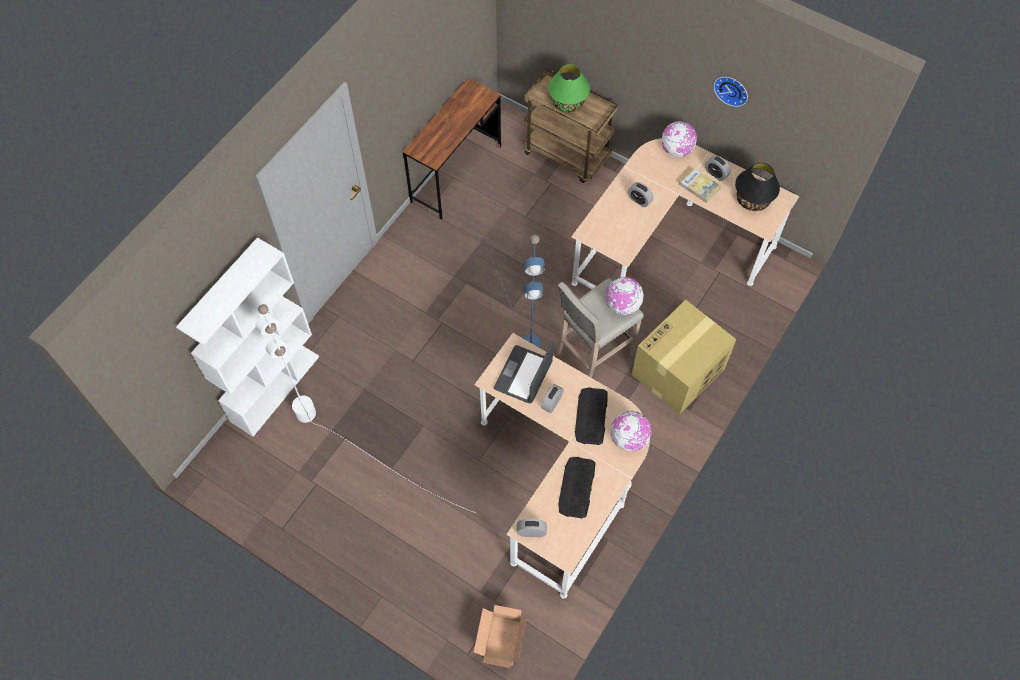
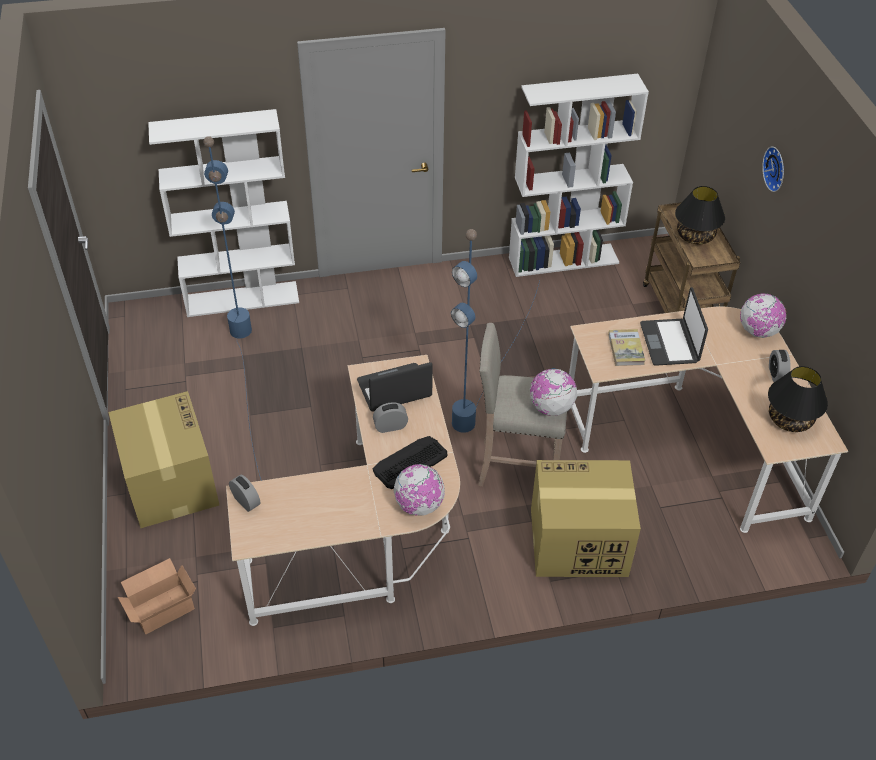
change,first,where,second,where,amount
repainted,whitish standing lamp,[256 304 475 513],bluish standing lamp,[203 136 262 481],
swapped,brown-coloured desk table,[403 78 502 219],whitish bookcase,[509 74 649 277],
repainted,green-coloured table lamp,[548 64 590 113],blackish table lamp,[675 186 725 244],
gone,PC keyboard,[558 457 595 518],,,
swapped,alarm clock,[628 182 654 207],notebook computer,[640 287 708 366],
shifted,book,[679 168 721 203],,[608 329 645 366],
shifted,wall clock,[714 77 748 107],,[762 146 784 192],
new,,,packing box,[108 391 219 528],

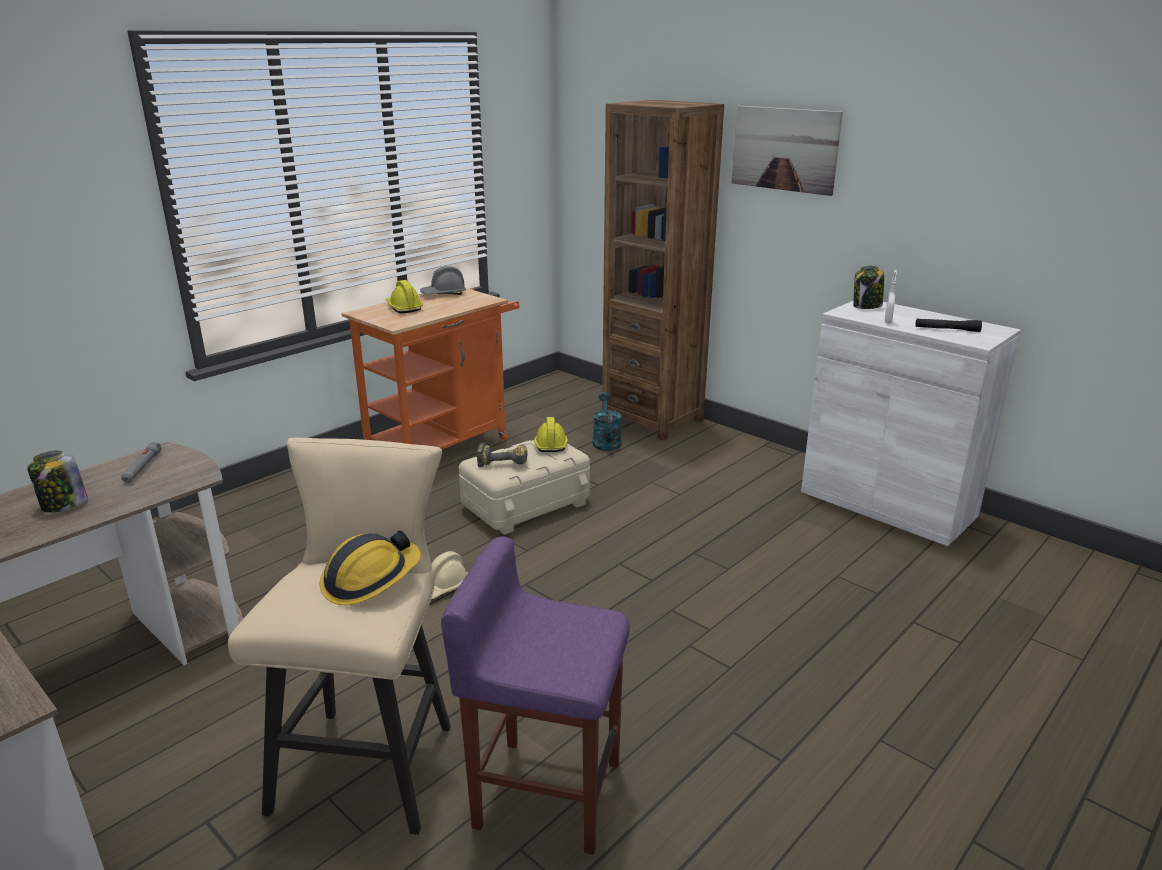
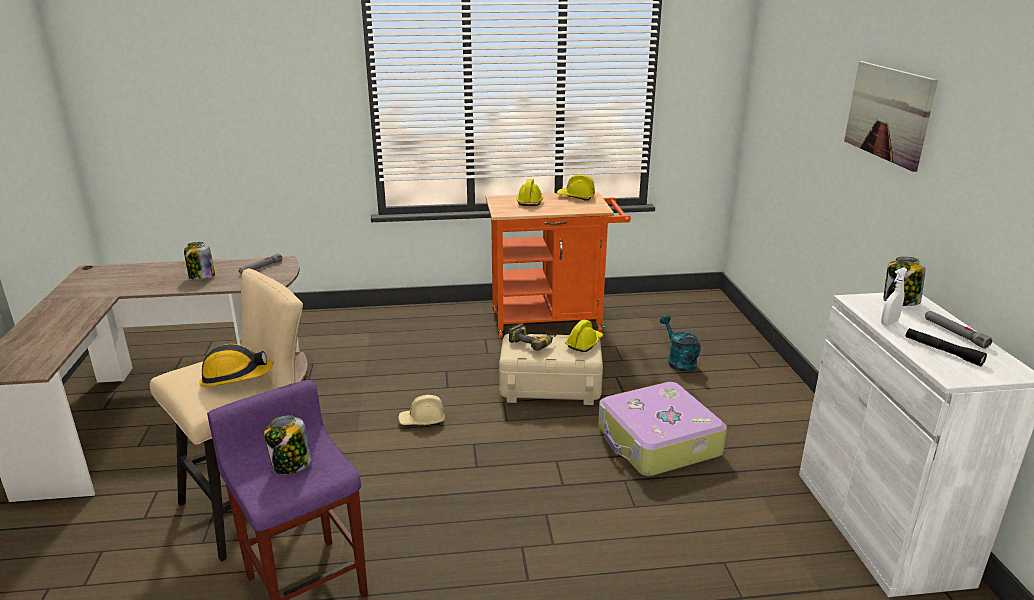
change,first,where,second,where,amount
repainted,gray safety helmet,[420 266 466 295],yellowish safety helmet,[557 174 595 201],
rotated,blue-green watering can,[593 392 622 451],,[660 315 701 372],60 degrees counterclockwise
gone,brown-coloured bookcase,[602 100 724 441],,,
new,,,storage jar,[264 415 313 475],
new,,,suitcase,[598 382 727 476],
new,,,gray hand torch,[925 311 992 349],

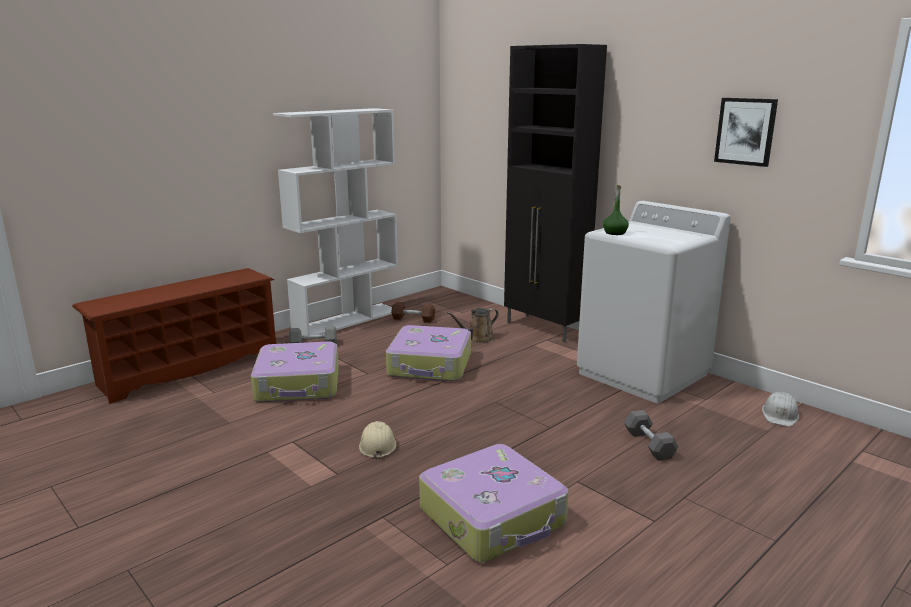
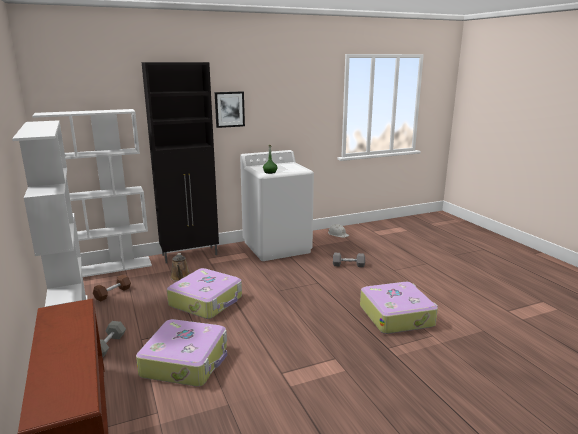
change,first,where,second,where,amount
gone,beige-coloured safety helmet,[359 421 396 459],,,
shifted,wall picture,[714 98 778 167],,[215 91 245 128],
new,,,whitish bookcase,[33 109 152 277],

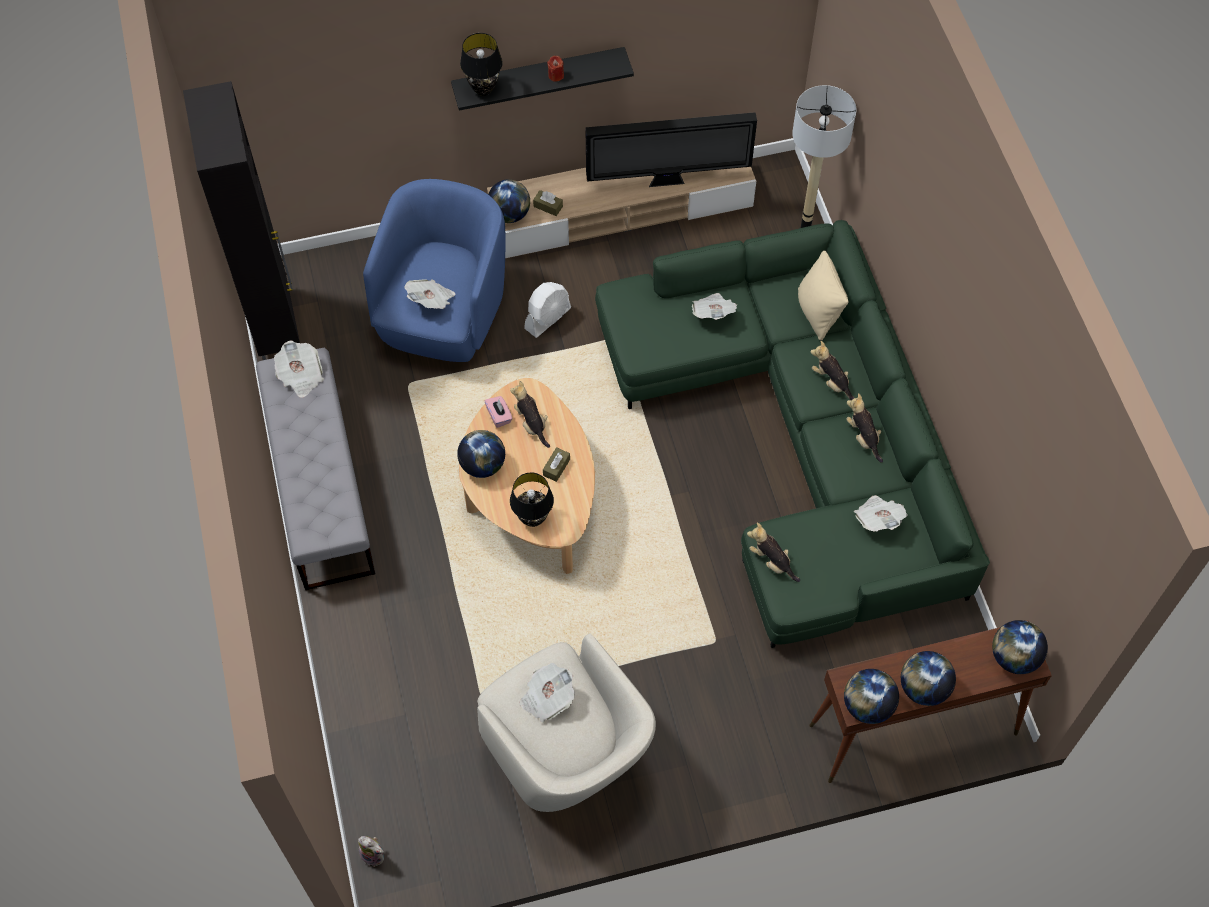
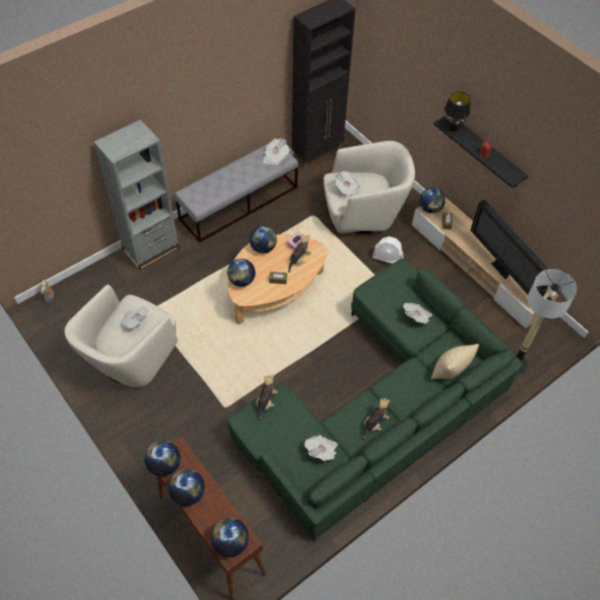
change,first,where,second,where,amount
repainted,bluish easy chair,[363 179 505 362],beige-coloured easy chair,[324 141 415 234],
swapped,blackish table lamp,[510 472 554 527],globe,[227 259 255 287],
gone,soft toy,[810 341 855 400],,,
new,,,gray bookcase,[94 119 179 271],

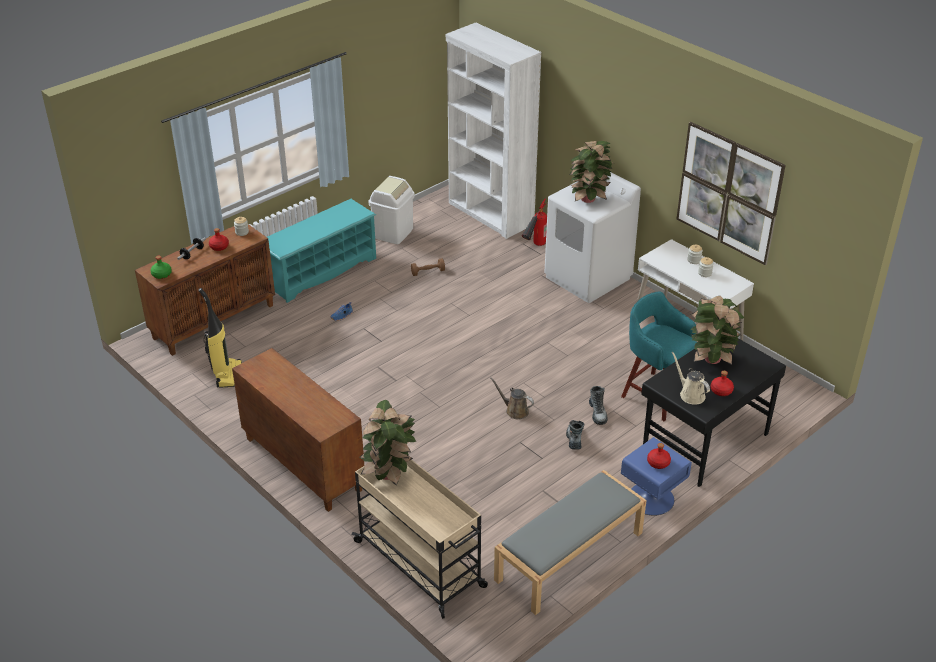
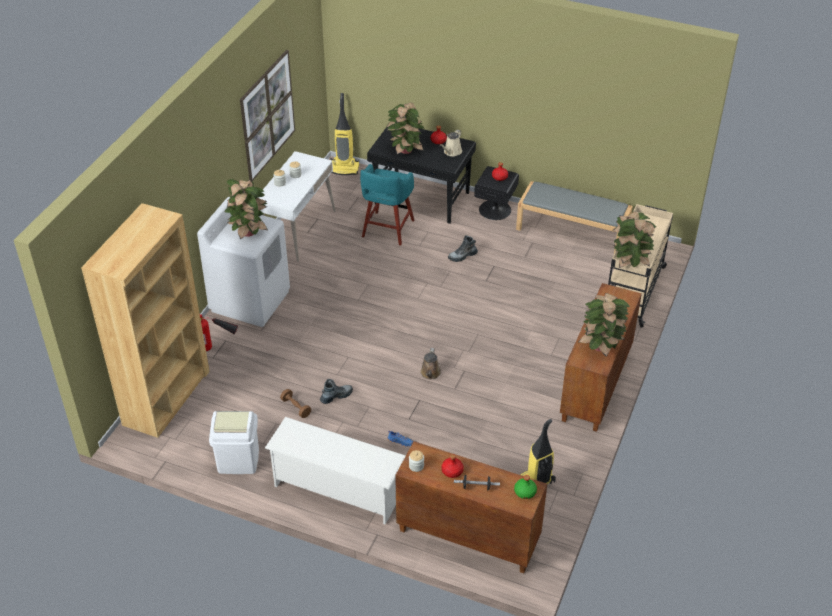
change,first,where,second,where,amount
repainted,blue-green shoe stand,[267 199 376 303],whitish shoe stand,[265 417 406 525],
repainted,whitish bookcase,[446 23 541 239],brown-coloured bookcase,[81 203 210 438],
shifted,brown-coloured watering can,[490 377 534 419],,[421 348 441 379],
shifted,boot,[589 386 608 425],,[320 379 353 404],
repainted,bluish night table,[621 437 692 516],blackish night table,[474 166 519 220],
new,,,hoover,[330 93 359 175],
new,,,potted plant,[578 293 630 357],

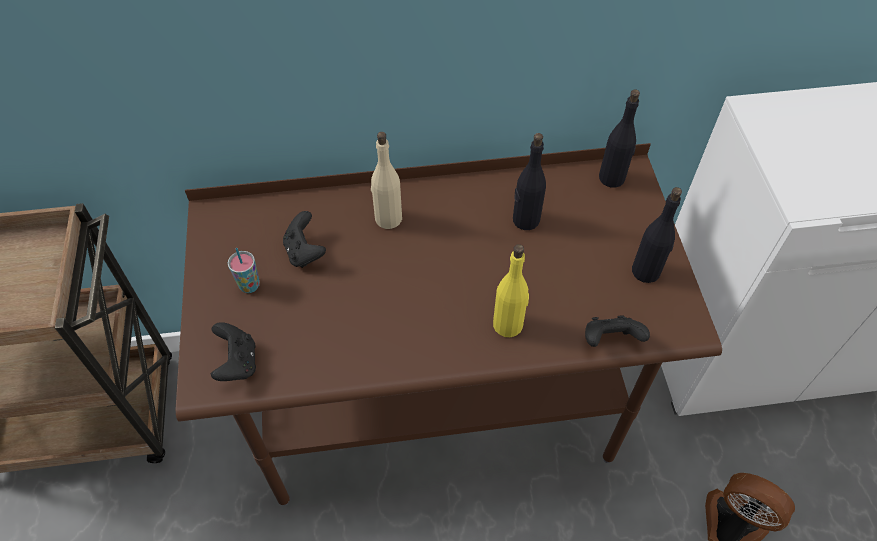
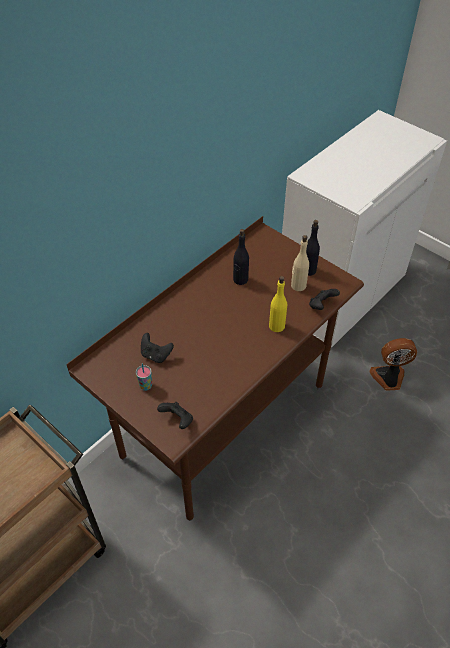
change,first,where,second,where,amount
shifted,beige-coloured drink bottle,[371 132 402 229],,[291 235 309 291],
gone,blackish drink bottle,[599 89 640 188],,,

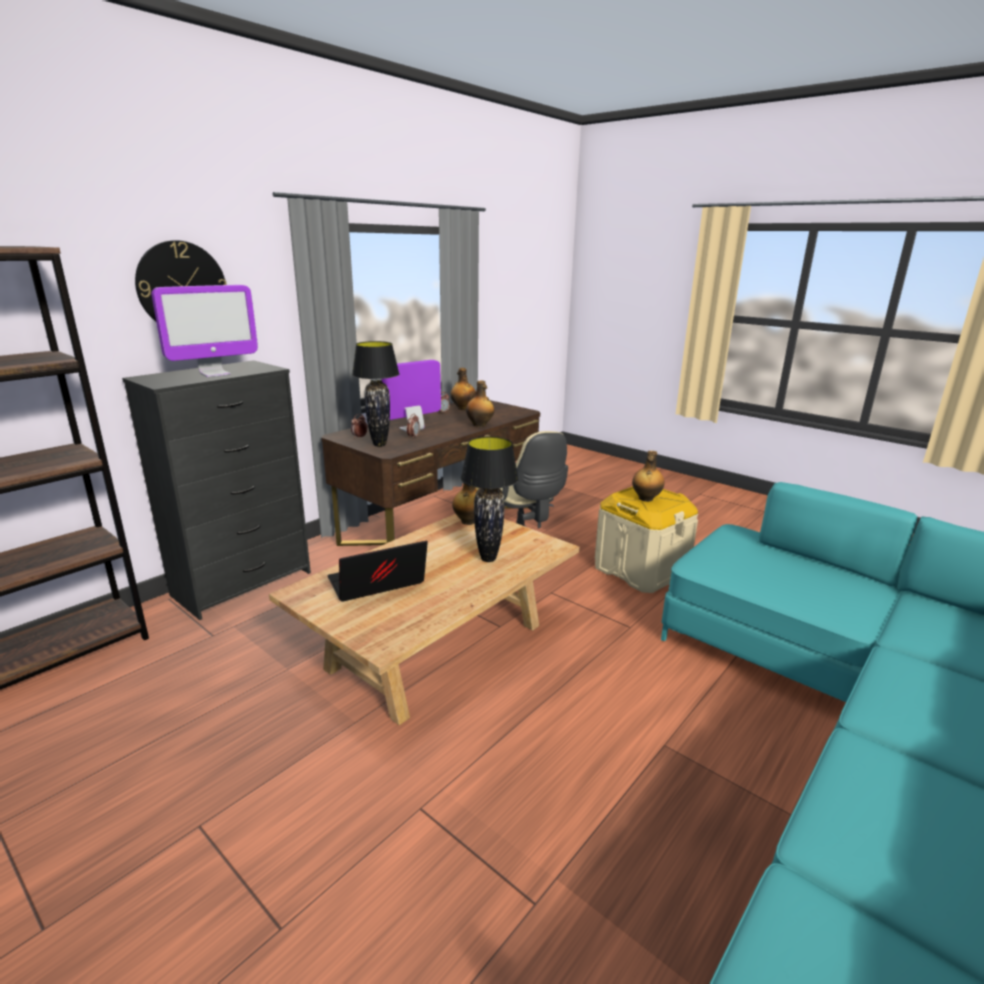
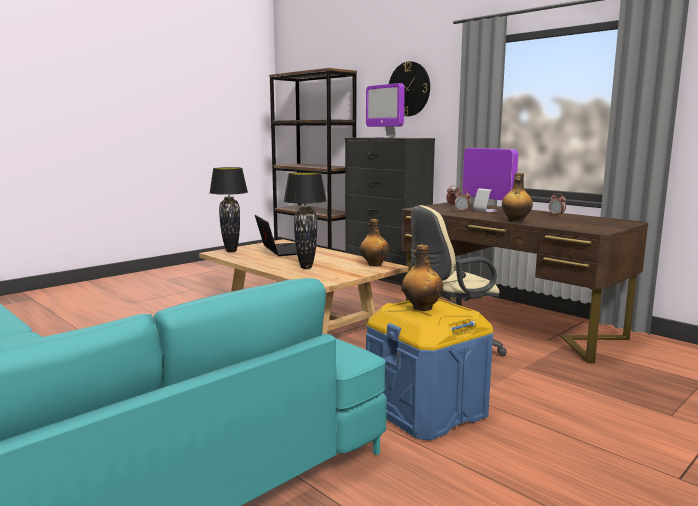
change,first,where,second,where,amount
shifted,blackish table lamp,[352 341 400 447],,[209 167 248 252],
gone,drink bottle,[450 368 476 410],,,
repainted,beige-coloured storage bin,[595 486 698 593],bluish storage bin,[366 299 494 440],

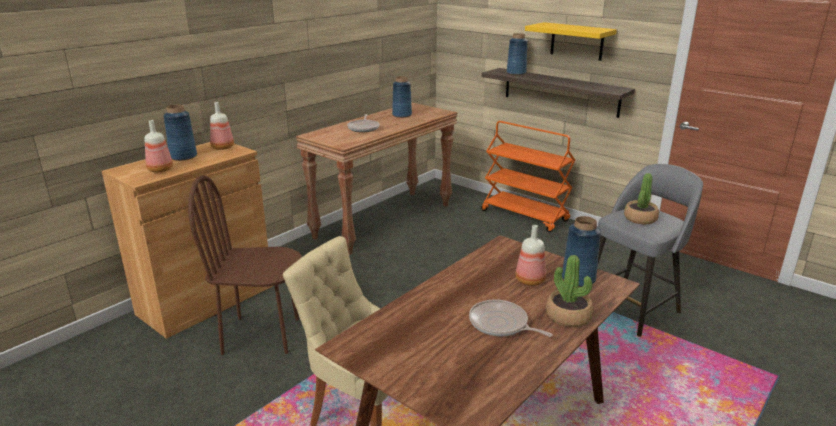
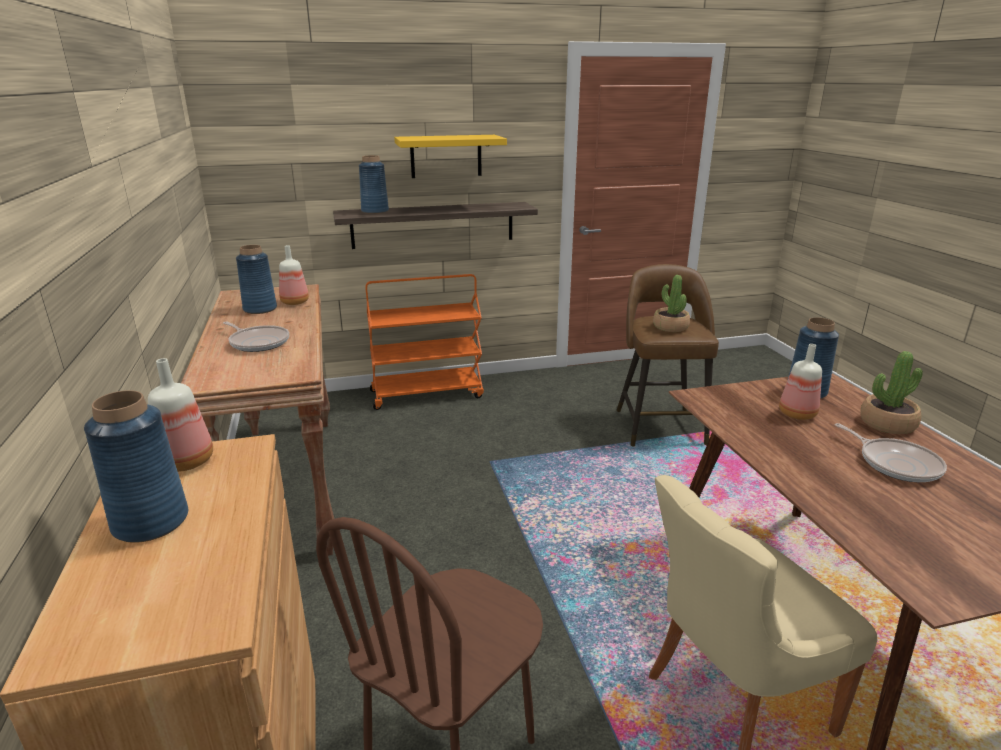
change,first,where,second,where,amount
shifted,drink bottle,[145 120 173 172],,[279 245 309 305],
rotated,skillet,[469 300 553 337],,[835 423 947 482],105 degrees counterclockwise
repainted,gray stool seat,[597 164 703 337],brown-coloured stool seat,[617 264 719 446],

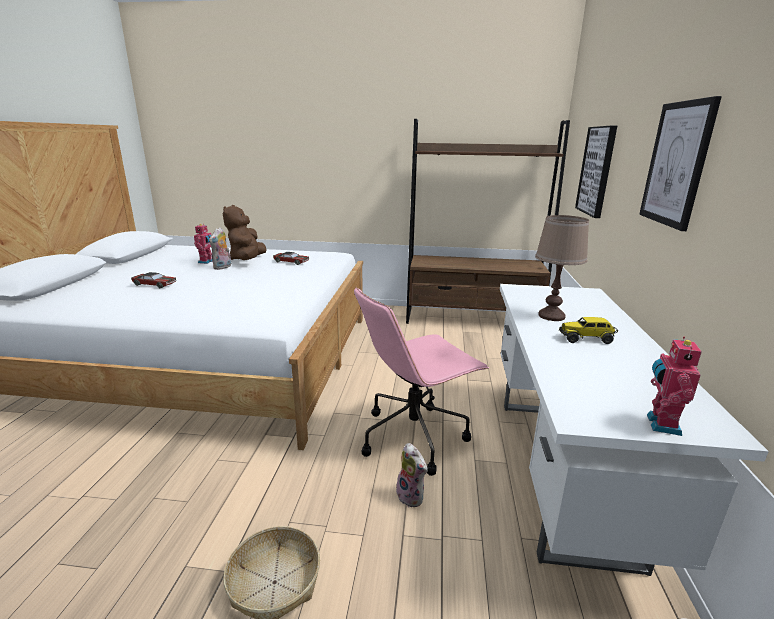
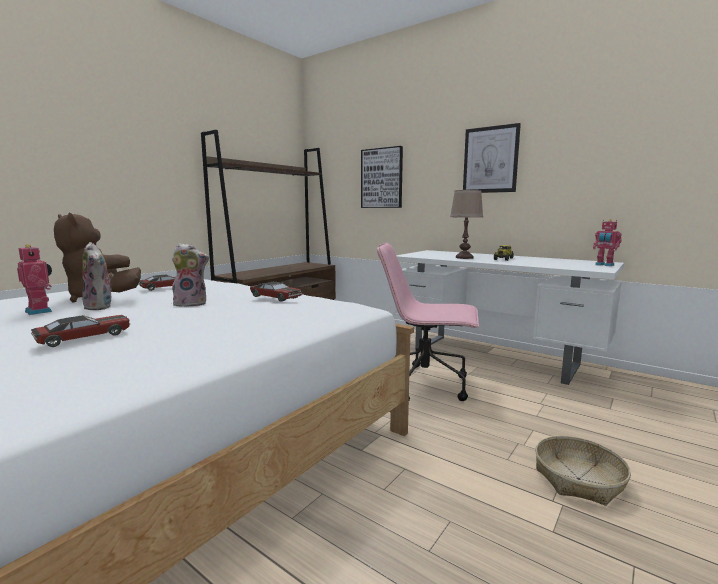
change,first,where,second,where,amount
rotated,pink desk chair,[354 287 489 476],,[377 243 479 401],105 degrees clockwise
shifted,soft toy,[396 443 427 508],,[172 243 209 307],
new,,,miniature car,[250 282 302 302],

